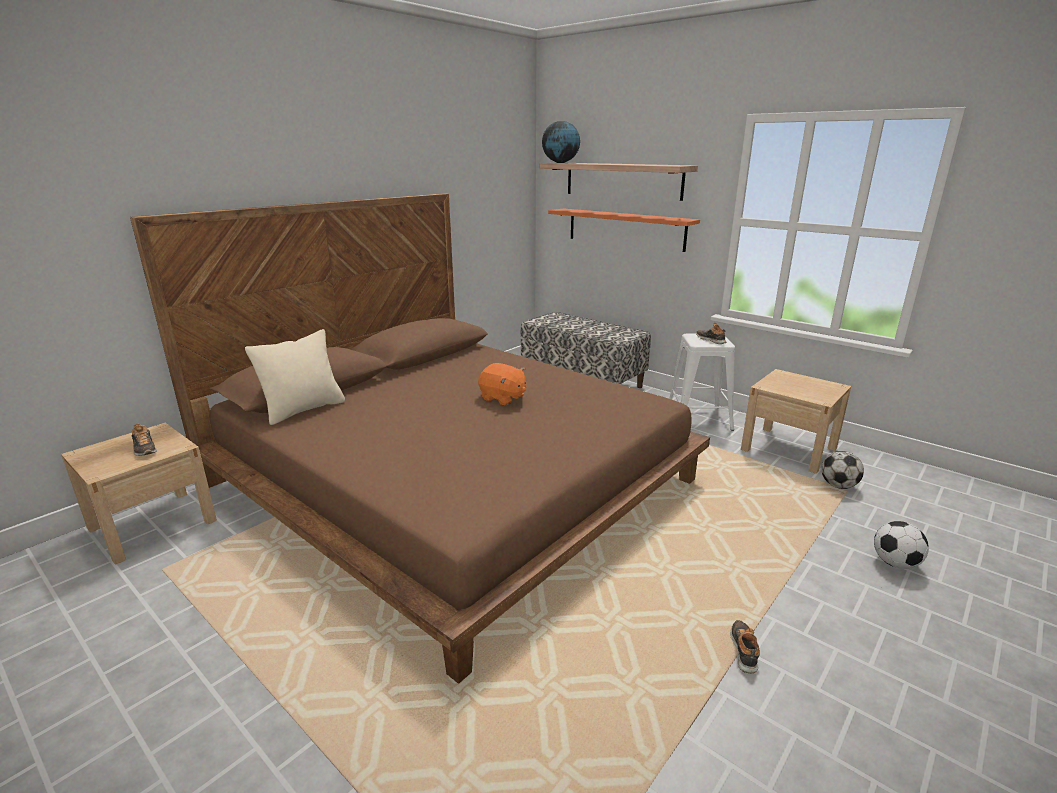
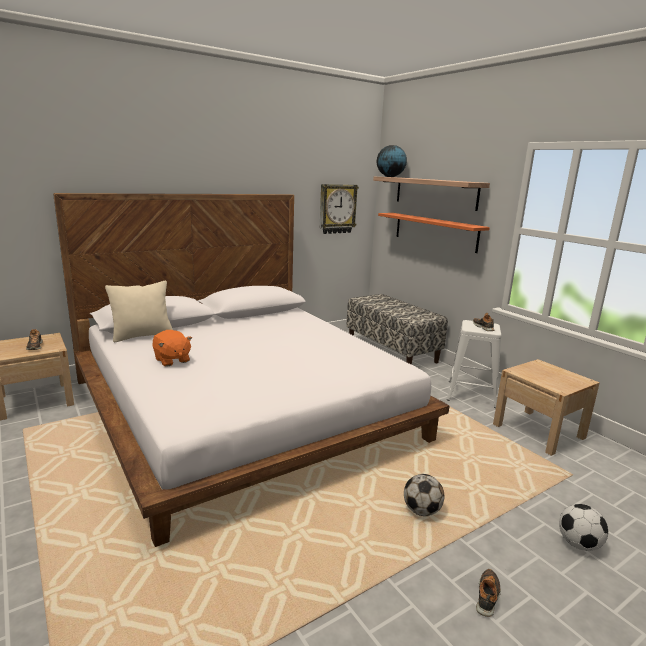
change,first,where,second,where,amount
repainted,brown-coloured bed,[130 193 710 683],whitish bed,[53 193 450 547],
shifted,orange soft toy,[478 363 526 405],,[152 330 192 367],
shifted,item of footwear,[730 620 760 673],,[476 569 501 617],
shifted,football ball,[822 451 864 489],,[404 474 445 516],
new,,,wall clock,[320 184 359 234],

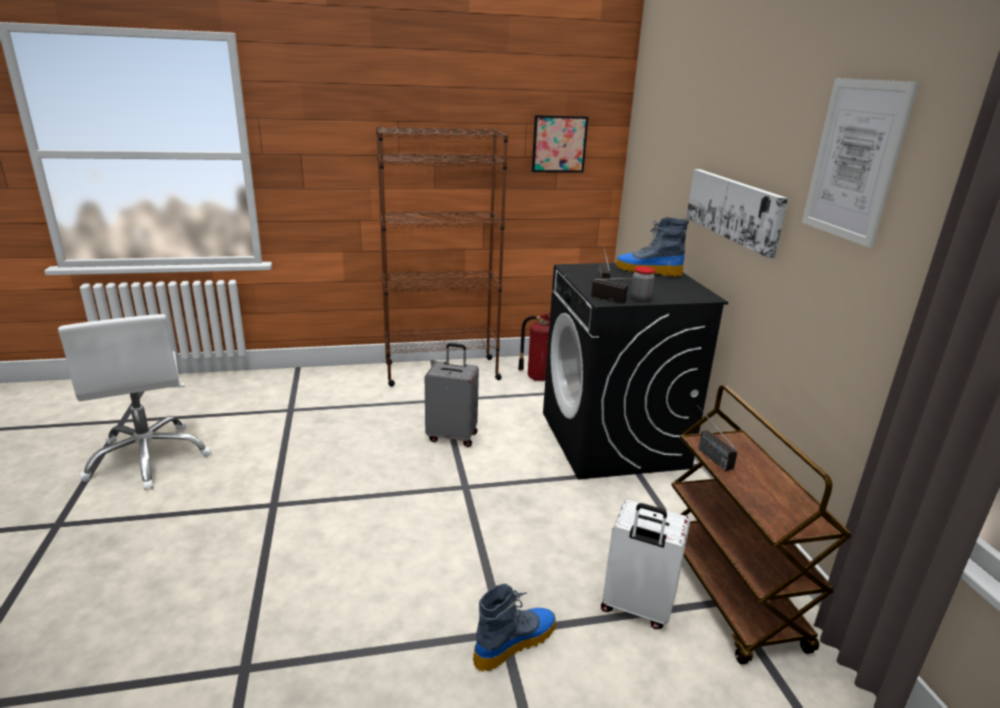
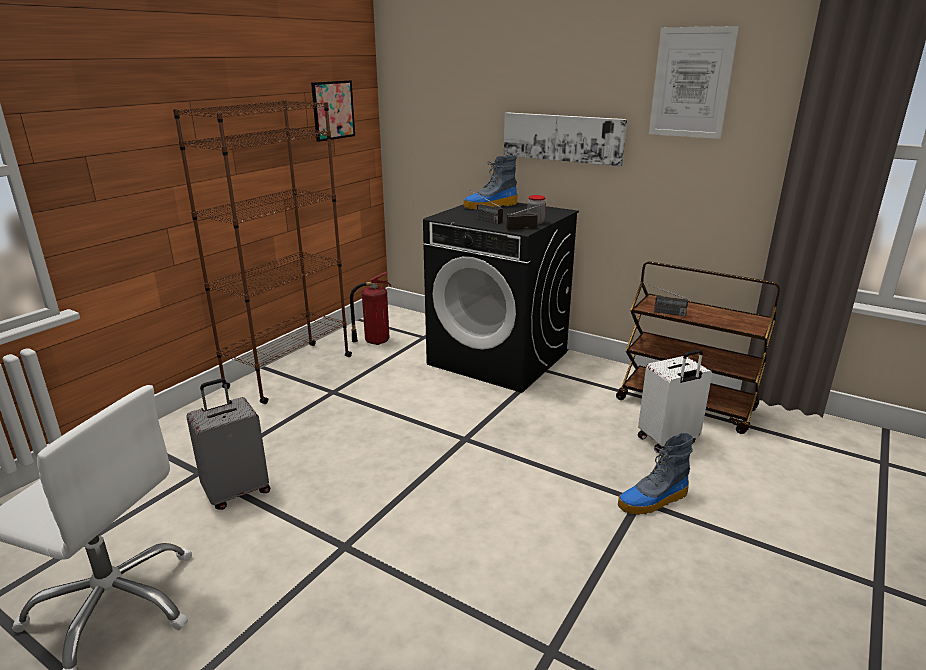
change,first,where,second,where,amount
shifted,gray suitcase,[425 343 479 447],,[186 378 270 510],
rotated,boot,[473 584 556 672],,[618 433 694 515],120 degrees counterclockwise

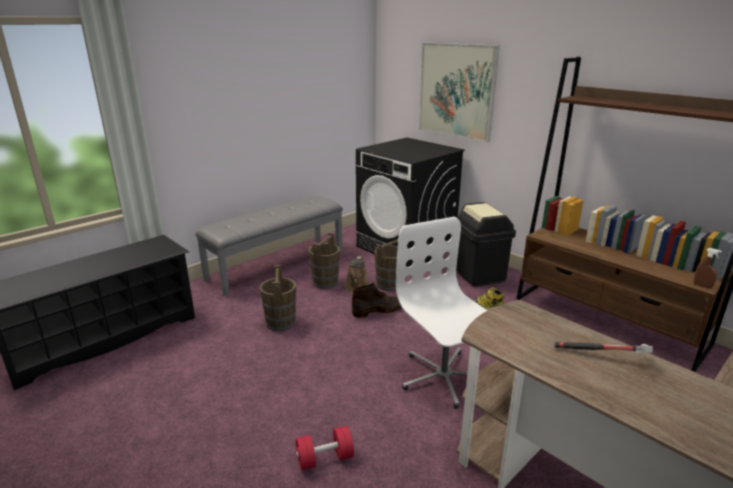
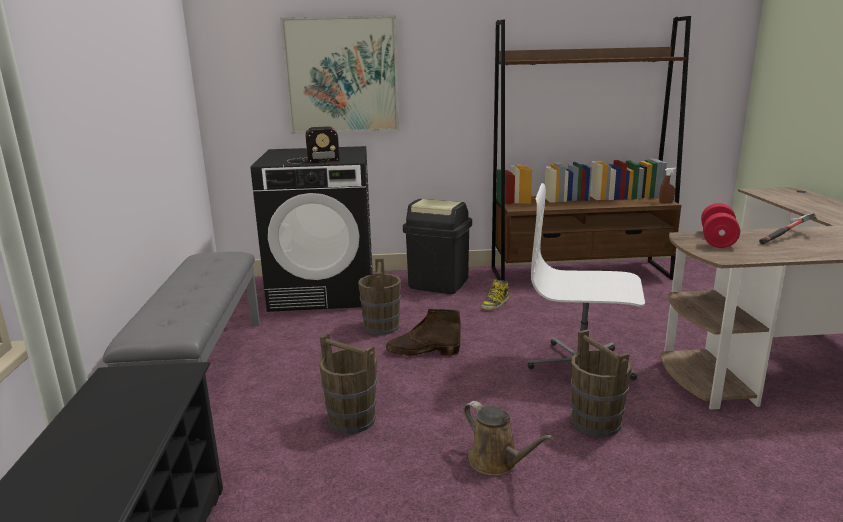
change,first,where,second,where,amount
shifted,reddish hand weight,[296 426 354 470],,[701 203 740 248],
shifted,brown-coloured bucket,[309 232 340 289],,[571 330 632 437],
shifted,brown-coloured watering can,[345 256 370 292],,[464 401 553 476],
rotated,brown-coloured boot,[352 282 401 318],,[386 309 461 356],105 degrees counterclockwise
new,,,radio set,[287 126 340 164],

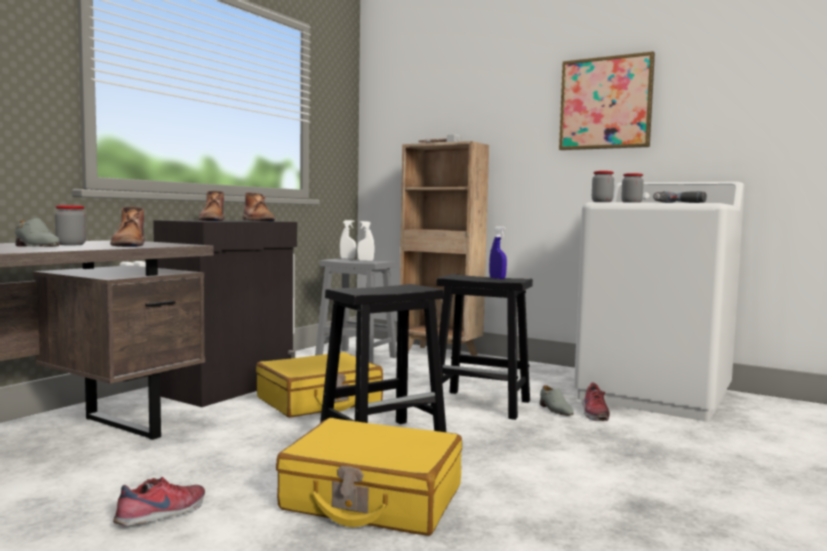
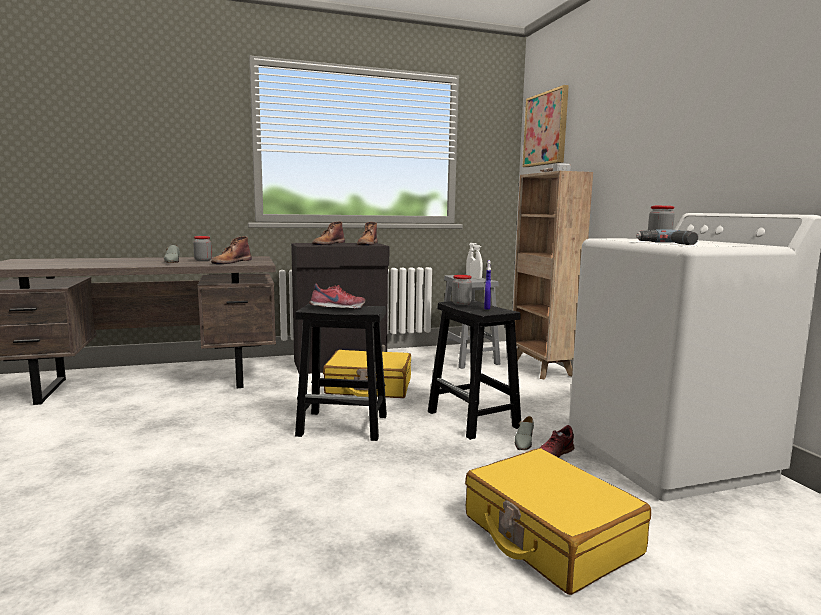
change,first,where,second,where,amount
shifted,item of footwear,[113 477 205 526],,[309 283 365 308],
shifted,yellowish suitcase,[276 418 462 536],,[465 448 651 595],
shifted,wall picture,[559 51 655 150],,[522 85 569 167],
shifted,storage jar,[592 171 614 202],,[452 275 472 305],

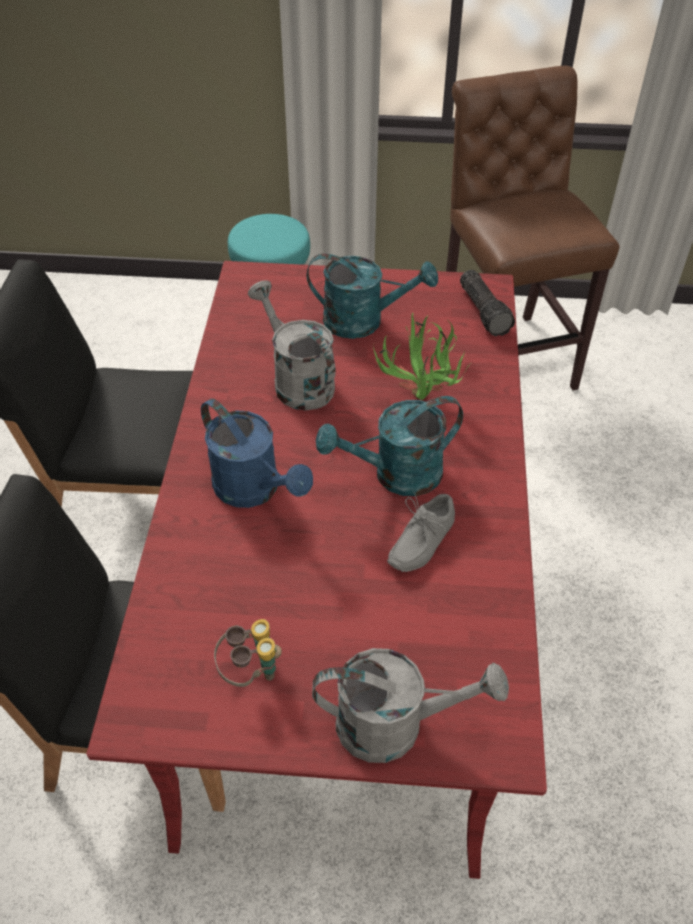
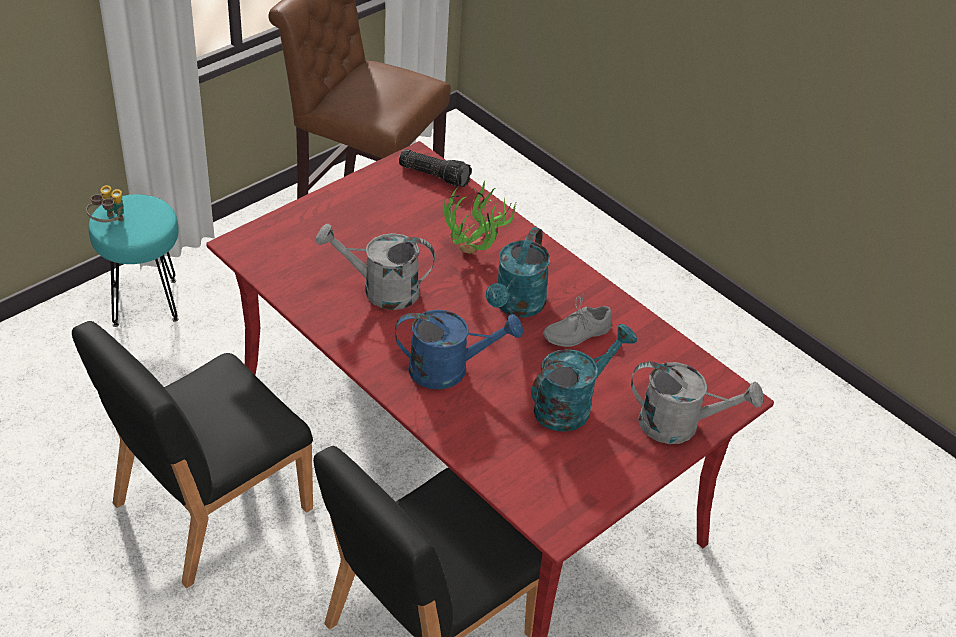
change,first,where,second,where,amount
shifted,binoculars,[214 619 282 687],,[86 185 124 222],
shifted,blue-green watering can,[307 253 438 339],,[531 324 637 432],
rotated,gray watering can,[312 648 509 763],,[631 361 764 444],60 degrees clockwise
rotated,gray item of footwear,[387 492 455 572],,[543 296 612 347],75 degrees clockwise

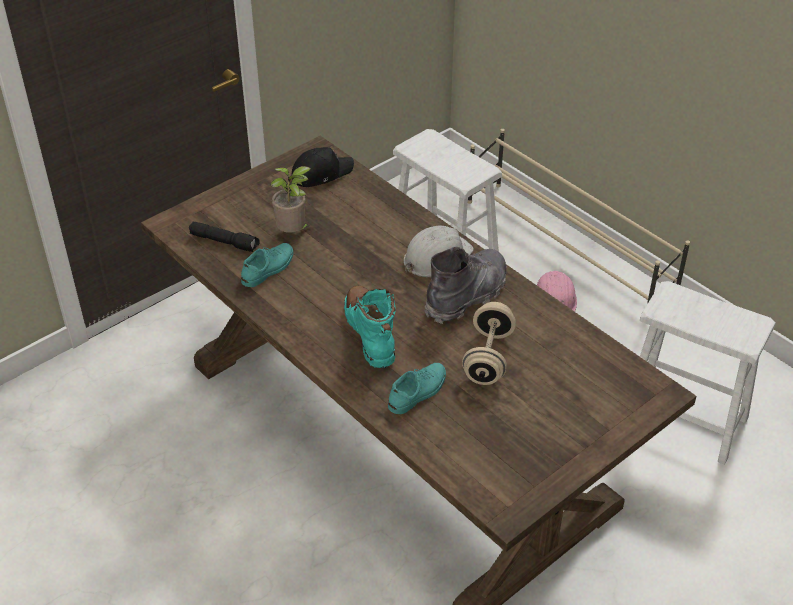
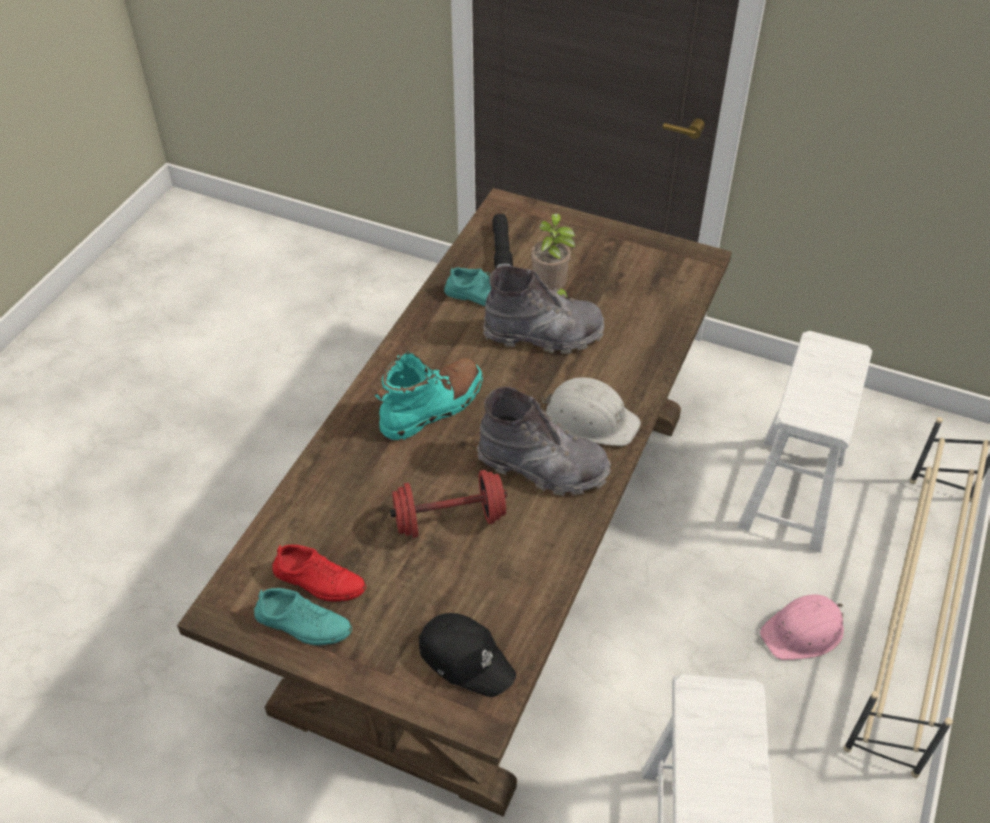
change,first,where,second,where,amount
shifted,blackish cap,[292 147 354 187],,[419 613 516 697],
shifted,blue-green item of footwear,[388 363 446 414],,[254 588 352 645],
repainted,beige-coloured hand weight,[462 302 516 385],reddish hand weight,[390 470 507 538],
new,,,reddish item of footwear,[273 545 366 602],
new,,,gray boot,[483 265 604 354],

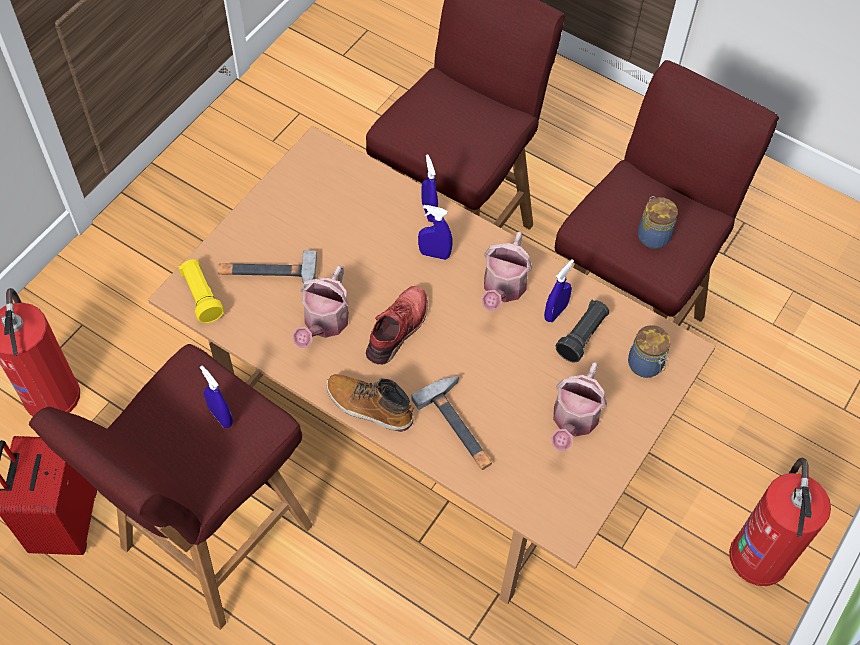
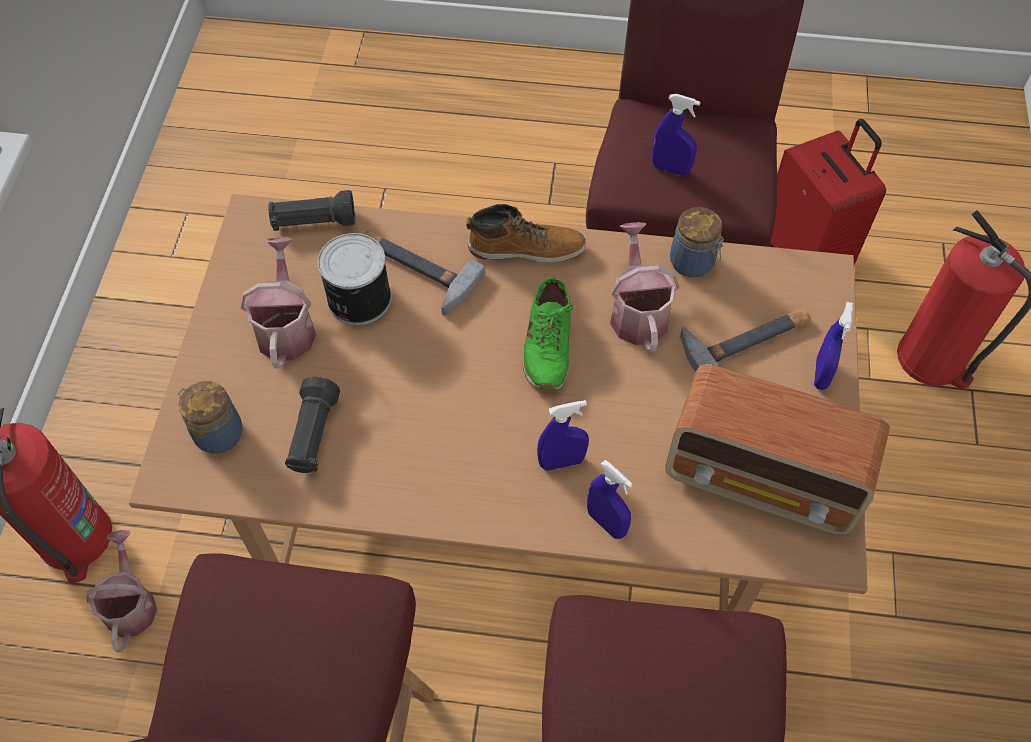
change,first,where,second,where,amount
gone,yellowish hand torch,[178 259 224 323],,,
repainted,reddish item of footwear,[366 286 428 365],green-coloured item of footwear,[523 278 573 390],
shifted,watering can,[481 232 532 311],,[87 530 157 653],
shifted,bluish sprayer,[544 259 574 322],,[814 302 853 390],
shifted,storage jar,[638 196 678 249],,[670 207 724 278],
new,,,blackish hand torch,[268 190 355 231],
new,,,can,[317 233 391 325],
new,,,radio set,[665 364 890 535],

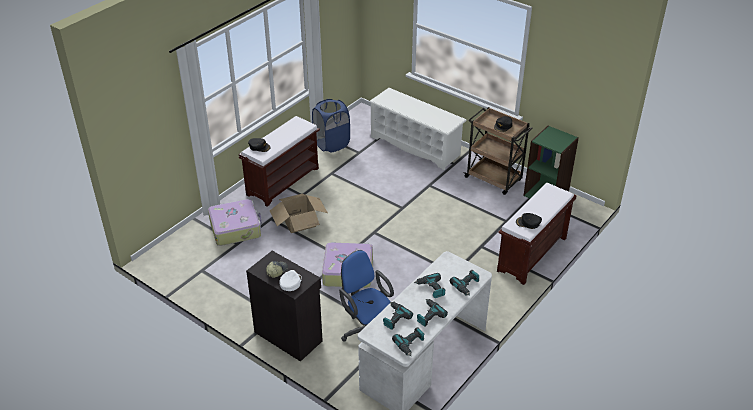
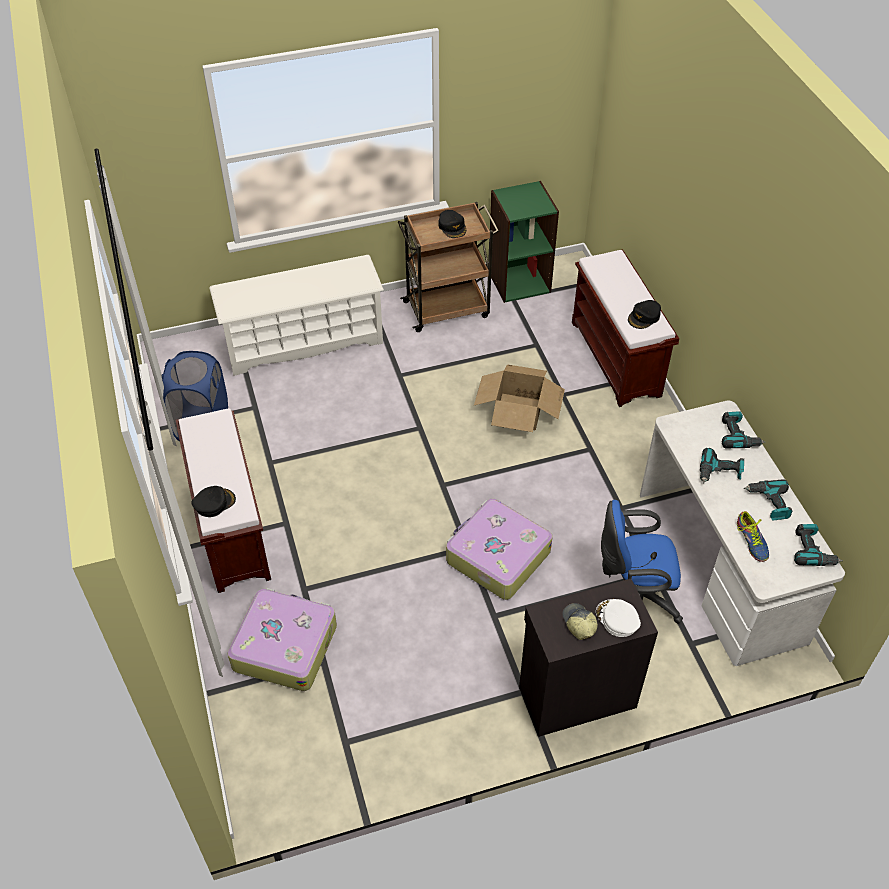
change,first,where,second,where,amount
shifted,packing box,[270 194 328 233],,[474 364 565 432],
swapped,electric drill,[383 302 413 330],item of footwear,[737 511 769 562],

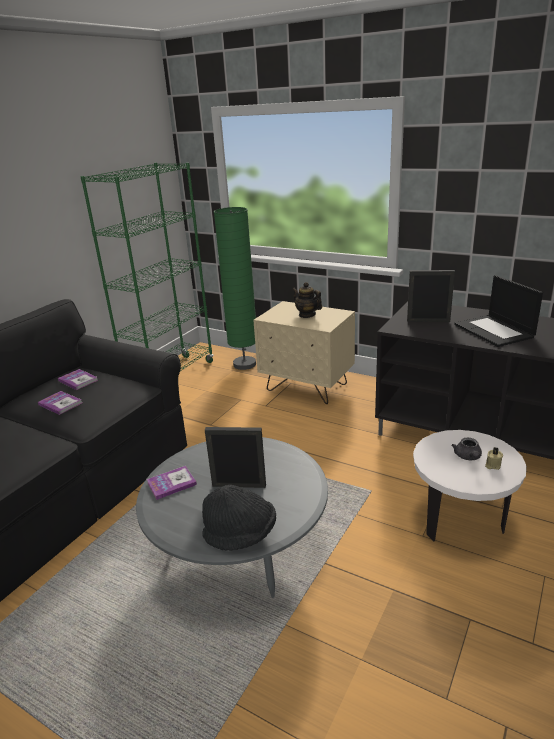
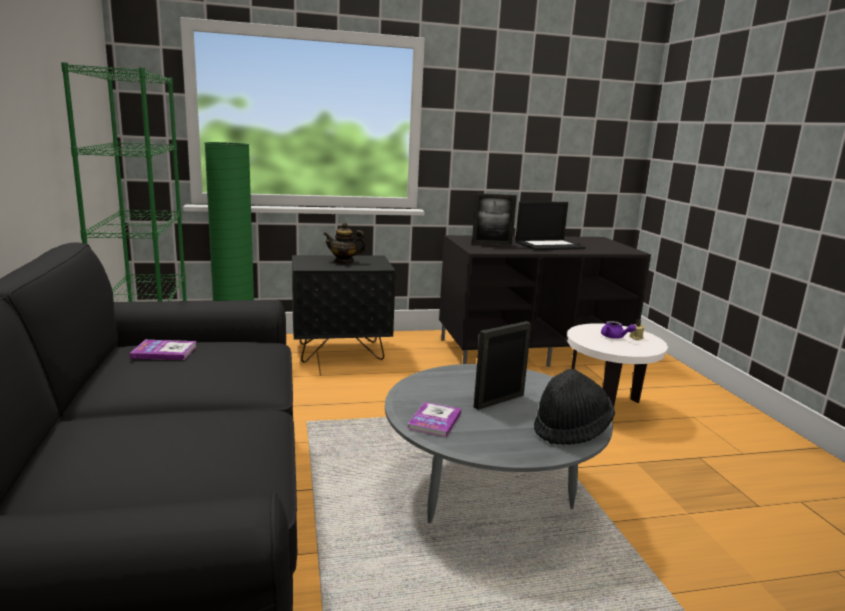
change,first,where,second,where,amount
gone,book,[38 391 82 415],,,
repainted,beige-coloured night table,[253 301 355 404],blackish night table,[292 255 396 363],
rotated,picture frame,[407 270 455 322],,[472 193 517 246],150 degrees counterclockwise
repainted,gray pot for tea,[451 438 482 460],purplish pot for tea,[601 321 636 339],
rotated,notebook computer,[454 275 543 347],,[515 201 586 250],45 degrees counterclockwise

